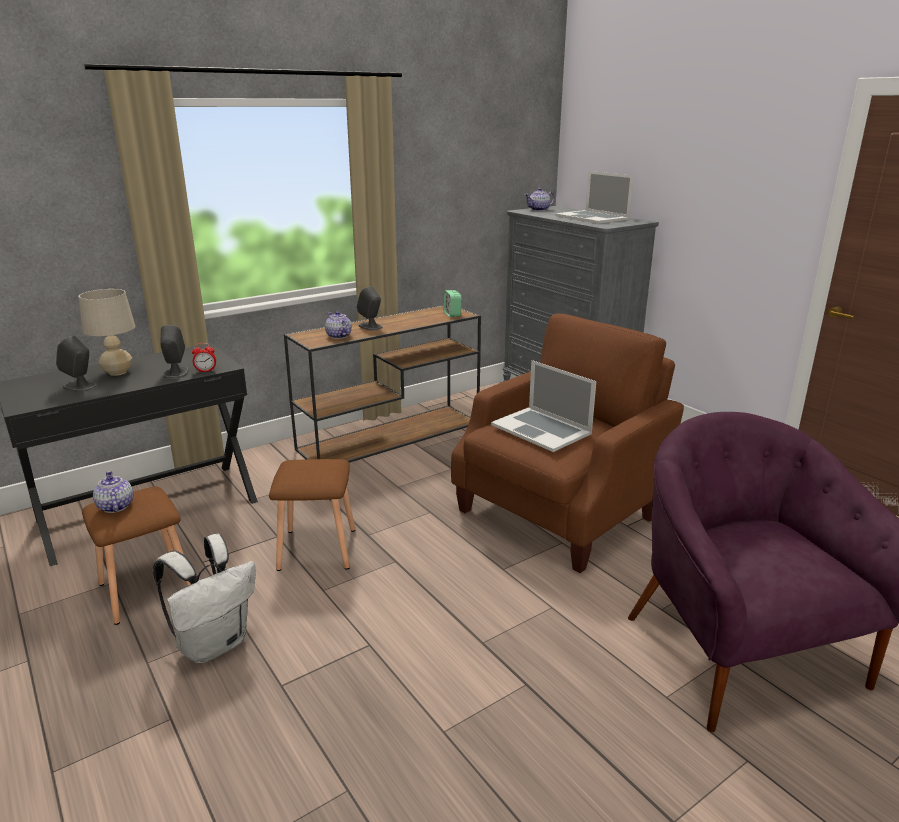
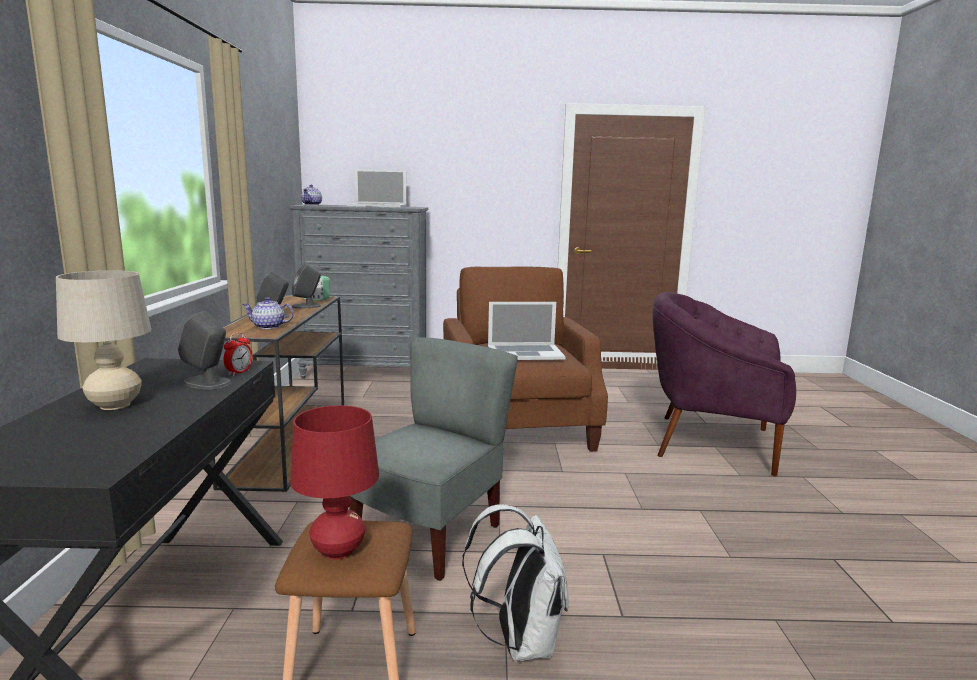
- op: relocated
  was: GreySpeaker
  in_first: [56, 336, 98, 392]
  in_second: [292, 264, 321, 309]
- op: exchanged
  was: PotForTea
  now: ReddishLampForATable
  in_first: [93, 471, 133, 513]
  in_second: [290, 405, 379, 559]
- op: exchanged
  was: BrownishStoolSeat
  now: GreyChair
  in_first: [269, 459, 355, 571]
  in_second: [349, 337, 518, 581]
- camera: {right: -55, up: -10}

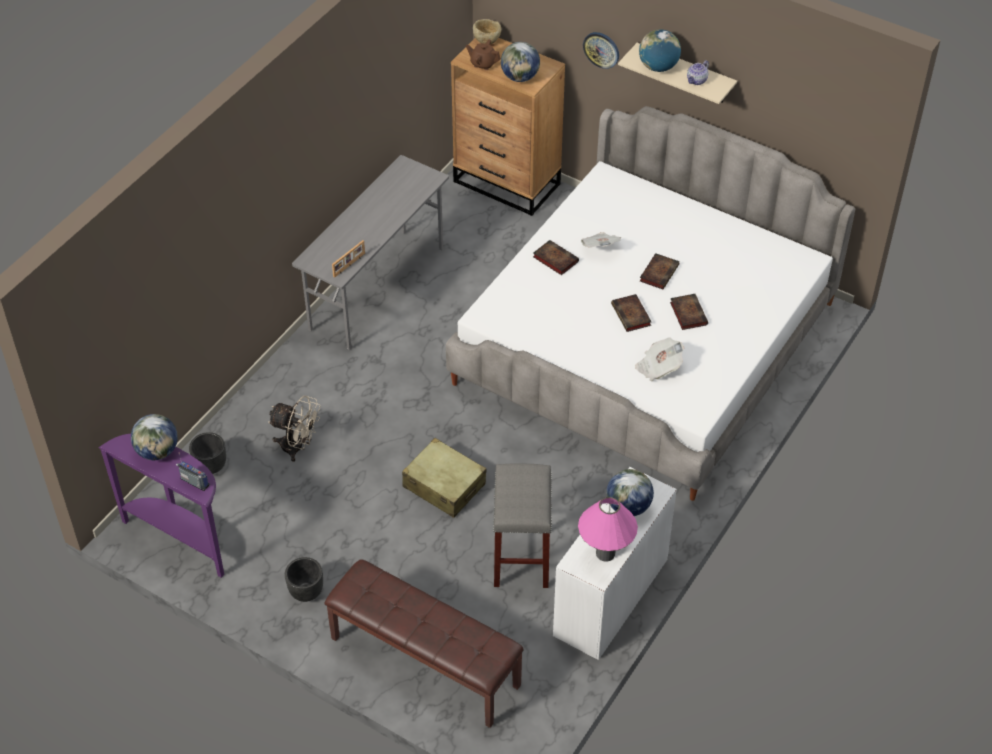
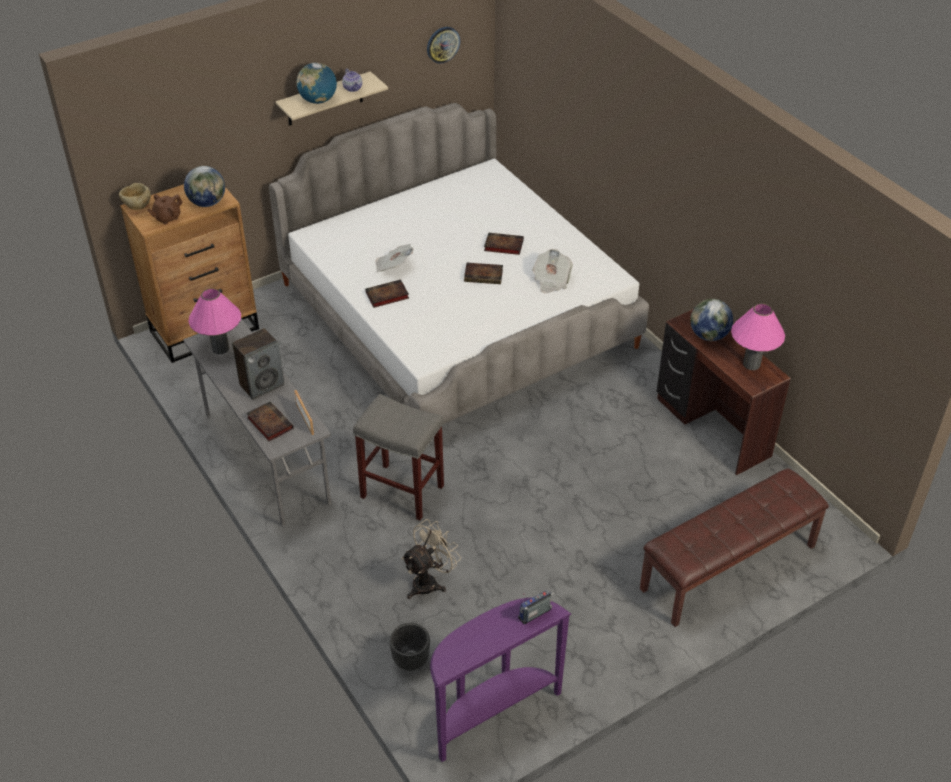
- op: missing
  was: Globe
  in_first: [131, 414, 178, 460]
- op: missing
  was: BlackColouredPlantPot
  in_first: [285, 557, 323, 602]
- op: missing
  was: SandColouredSuitcase
  in_first: [402, 438, 486, 518]
- op: relocated
  was: GreyStoolSeat
  in_first: [493, 463, 551, 588]
  in_second: [353, 394, 444, 520]
- op: colour
  was: WhiteDesk
  now: BrownishDesk
  in_first: [553, 467, 677, 660]
  in_second: [656, 309, 791, 475]
- op: relocated
  was: WallClock
  in_first: [583, 32, 619, 69]
  in_second: [427, 27, 460, 63]
- op: relocated
  was: Volume
  in_first: [640, 253, 679, 289]
  in_second: [246, 402, 294, 441]
- op: appeared
  now: PinkishLampForATable
  in_second: [188, 288, 241, 354]
- op: appeared
  now: Speaker
  in_second: [232, 328, 284, 400]
- camera: {right: -65, up: -5}

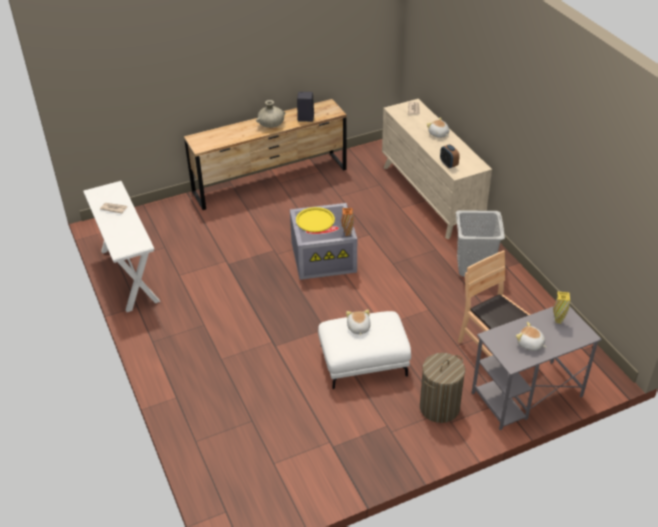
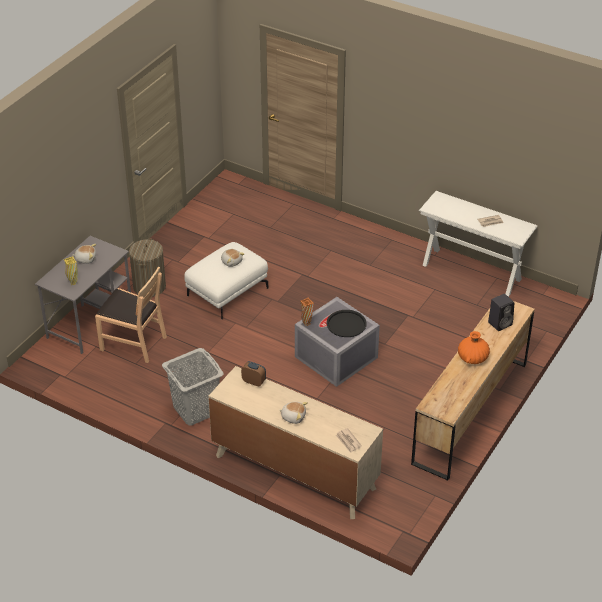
- op: colour
  was: SandColouredVase
  now: OrangeVase
  in_first: [256, 100, 285, 128]
  in_second: [458, 331, 490, 364]
- op: colour
  was: YellowColouredServingTray
  now: BlackColouredServingTray
  in_first: [296, 207, 335, 232]
  in_second: [327, 310, 367, 337]
- op: relocated
  was: BlackColouredSpeaker
  in_first: [297, 92, 314, 122]
  in_second: [488, 294, 514, 331]
- camera: {right: 145, up: 0}

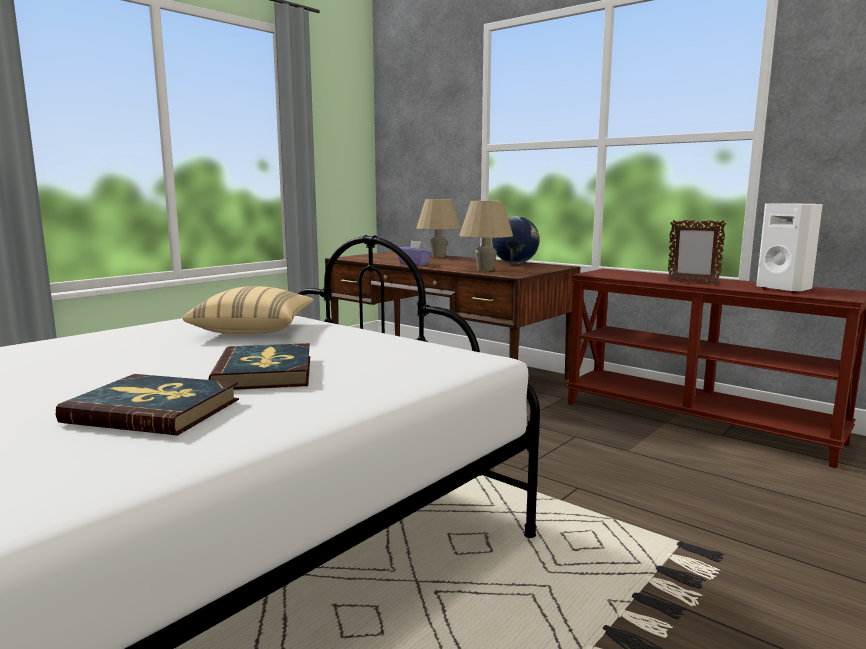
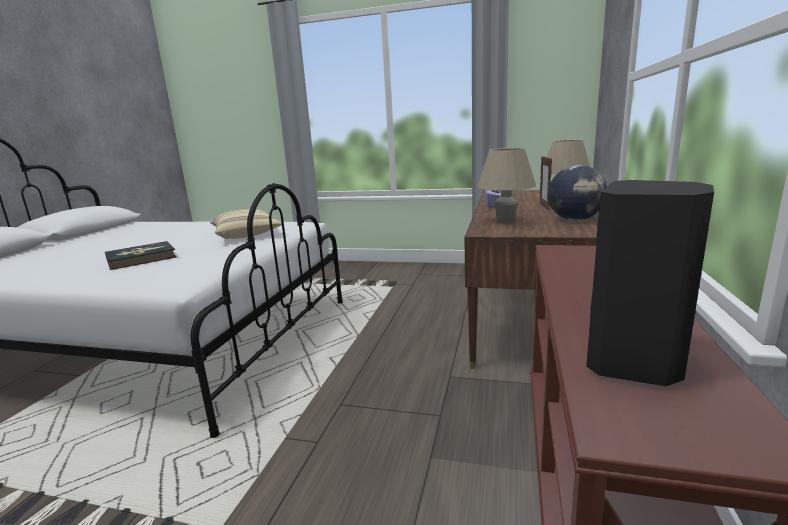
- op: missing
  was: Volume
  in_first: [56, 374, 239, 436]
- op: relocated
  was: PictureFrame
  in_first: [667, 220, 726, 285]
  in_second: [540, 156, 552, 211]
- op: colour
  was: WhiteSpeaker
  now: BlackColouredSpeaker
  in_first: [756, 203, 823, 293]
  in_second: [586, 180, 714, 386]
- camera: {right: 65, up: 5}

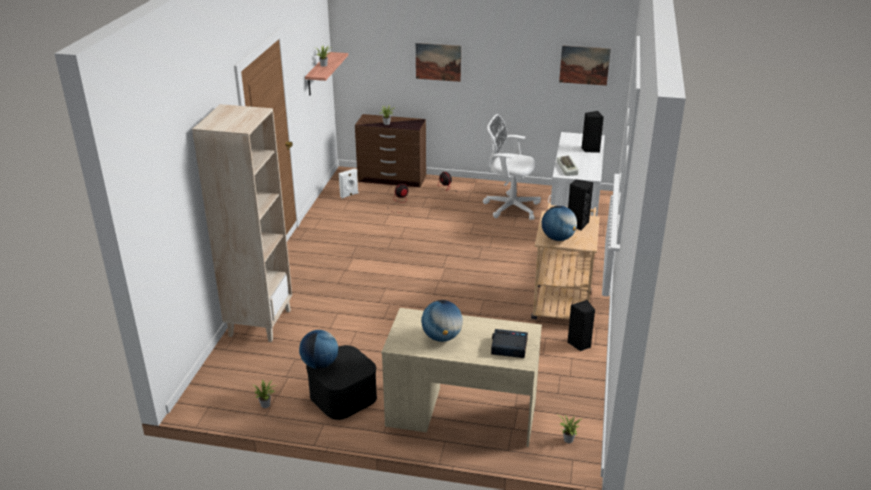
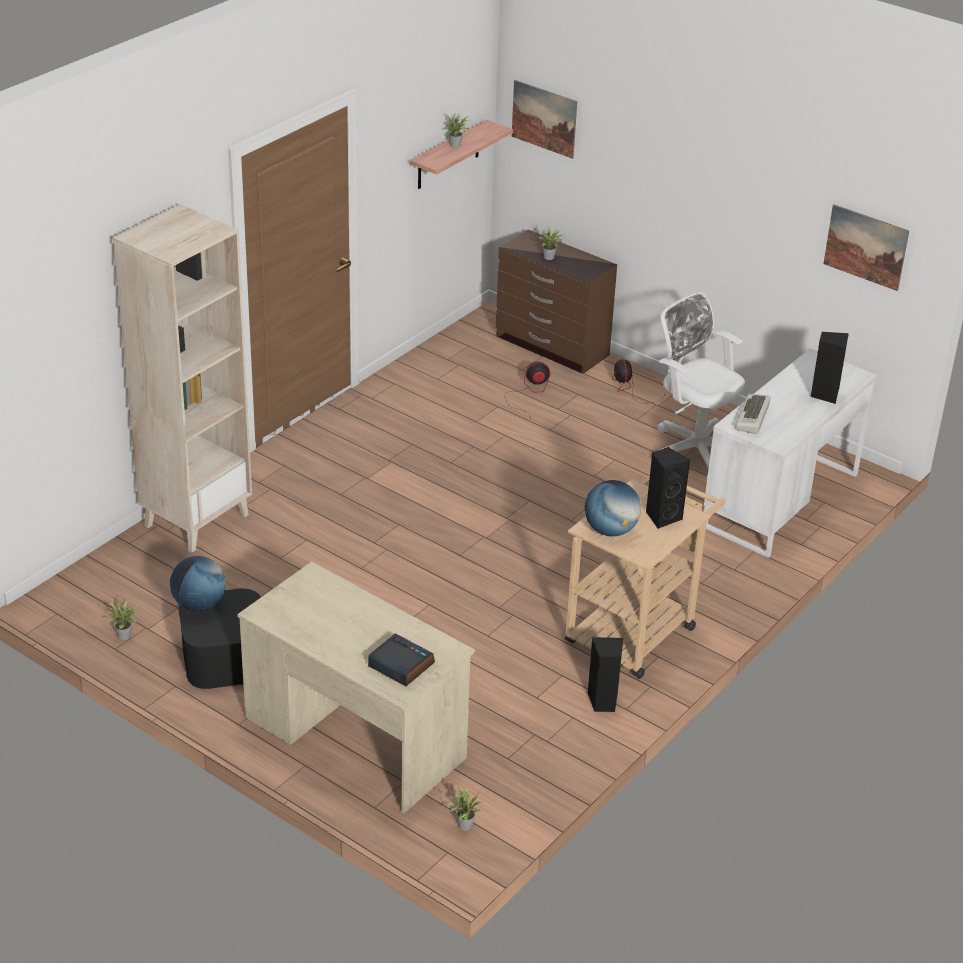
- op: missing
  was: WhiteSpeaker
  in_first: [339, 168, 358, 199]
- op: relocated
  was: WallArt
  in_first: [416, 43, 461, 82]
  in_second: [512, 80, 577, 159]
- op: missing
  was: Globe
  in_first: [421, 300, 463, 342]
- camera: {right: 25, up: 5}

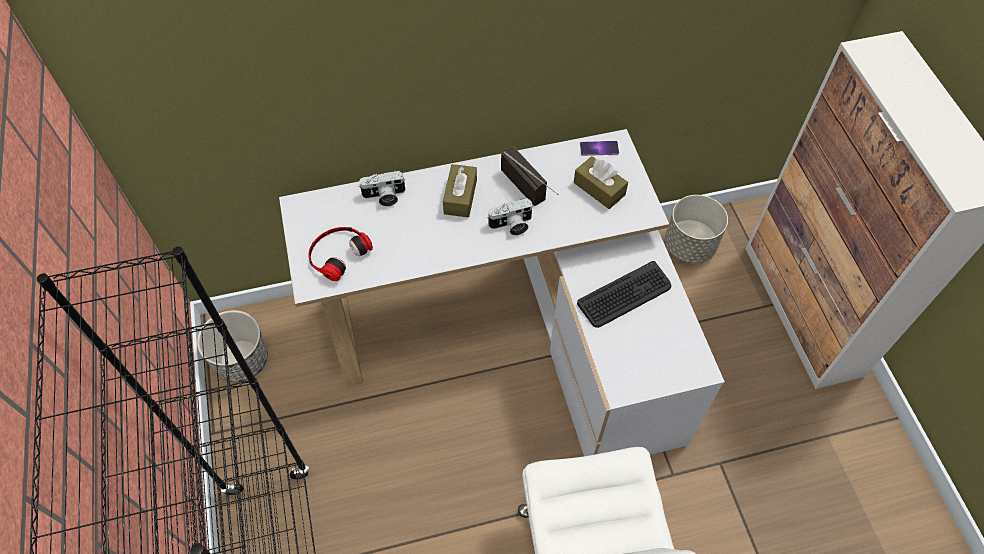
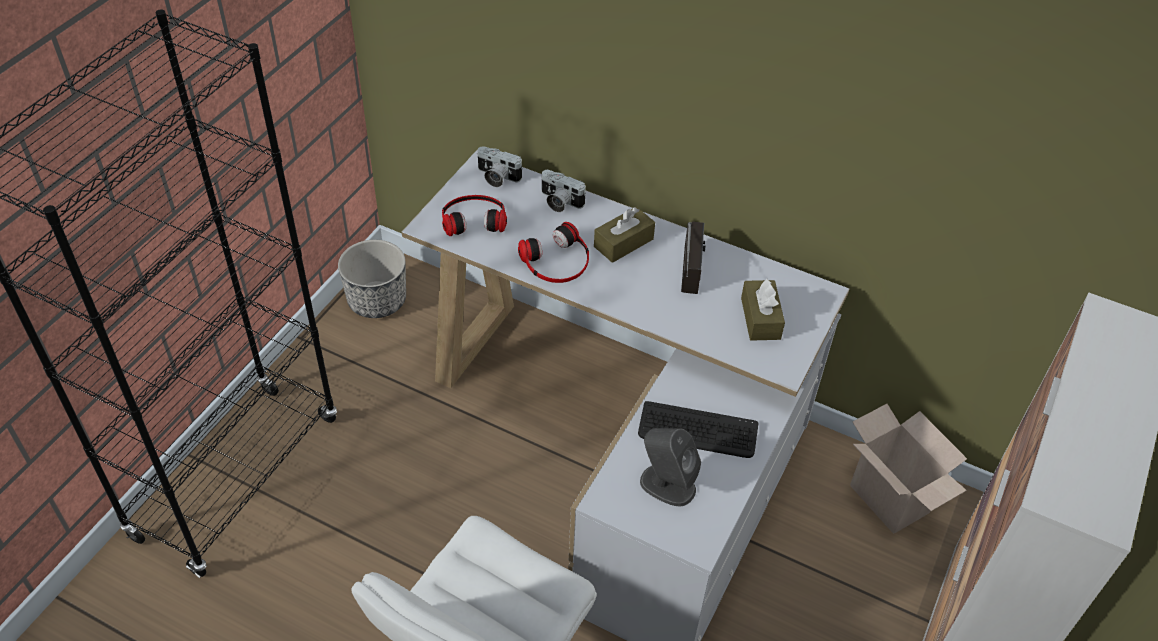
- op: relocated
  was: PhotoCamera
  in_first: [487, 198, 532, 235]
  in_second: [477, 146, 523, 187]
- op: missing
  was: Handset
  in_first: [580, 141, 619, 156]
- op: exchanged
  was: GreyPlantPot
  now: PackingBox
  in_first: [665, 195, 728, 263]
  in_second: [850, 404, 967, 534]
- op: appeared
  now: Headphones
  in_second: [518, 222, 589, 283]
- op: appeared
  now: GreySpeaker
  in_second: [640, 428, 701, 506]
- camera: {right: 40, up: -10}

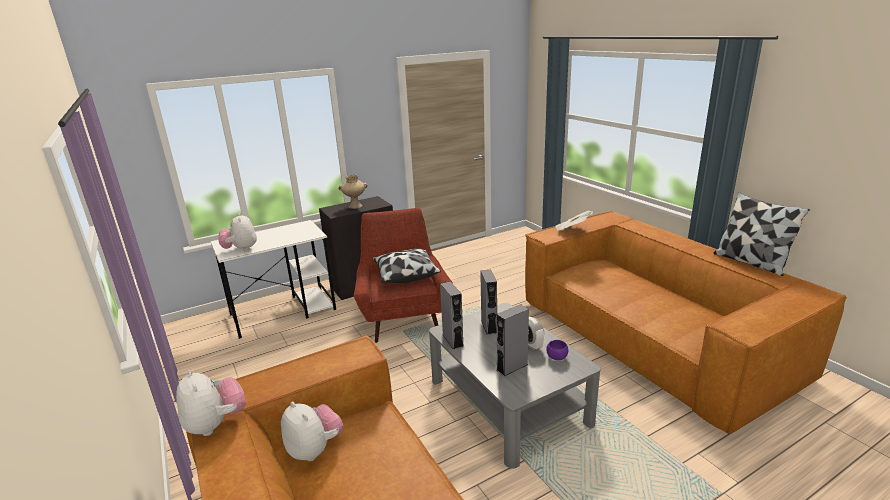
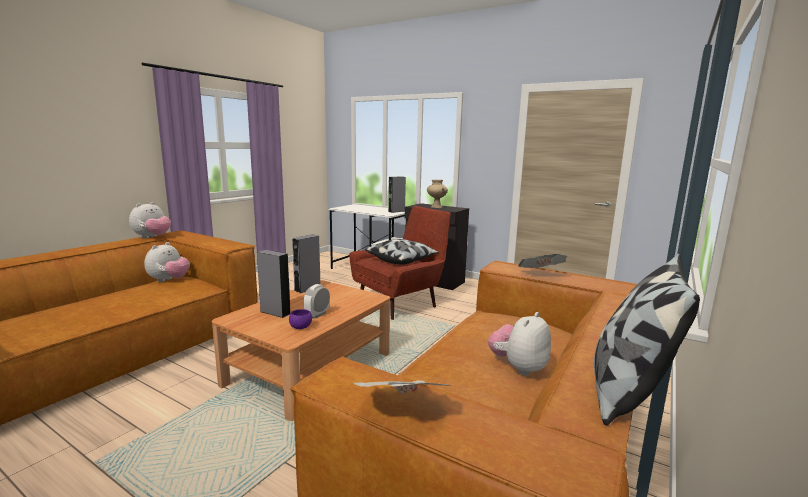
- op: relocated
  was: PlushToy
  in_first: [218, 213, 257, 251]
  in_second: [488, 312, 551, 376]
- op: colour
  was: GreyLowTable
  now: BrownishLowTable
  in_first: [429, 303, 601, 469]
  in_second: [212, 280, 390, 421]
- op: relocated
  was: GreySpeaker
  in_first: [480, 269, 497, 335]
  in_second: [388, 176, 406, 213]
- op: appeared
  now: DailyPaper
  in_second: [353, 380, 451, 394]
- camera: {right: 60, up: -10}

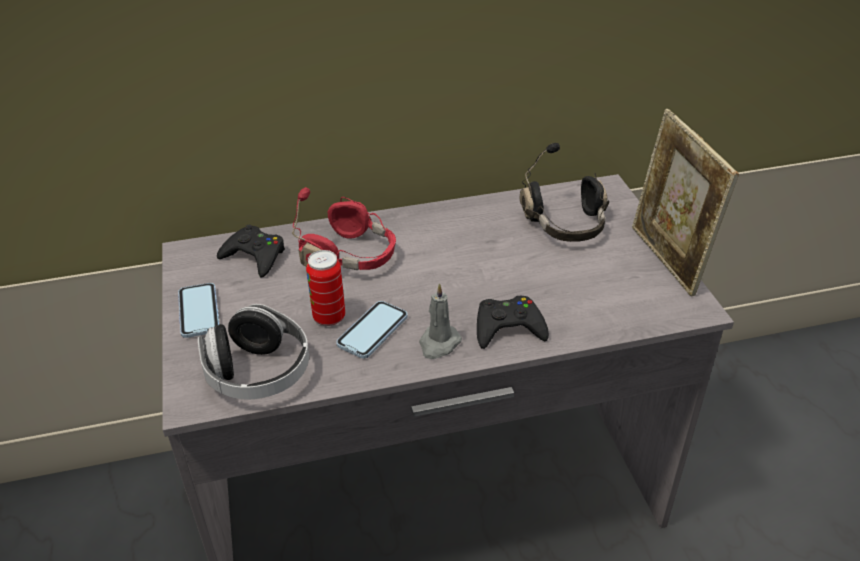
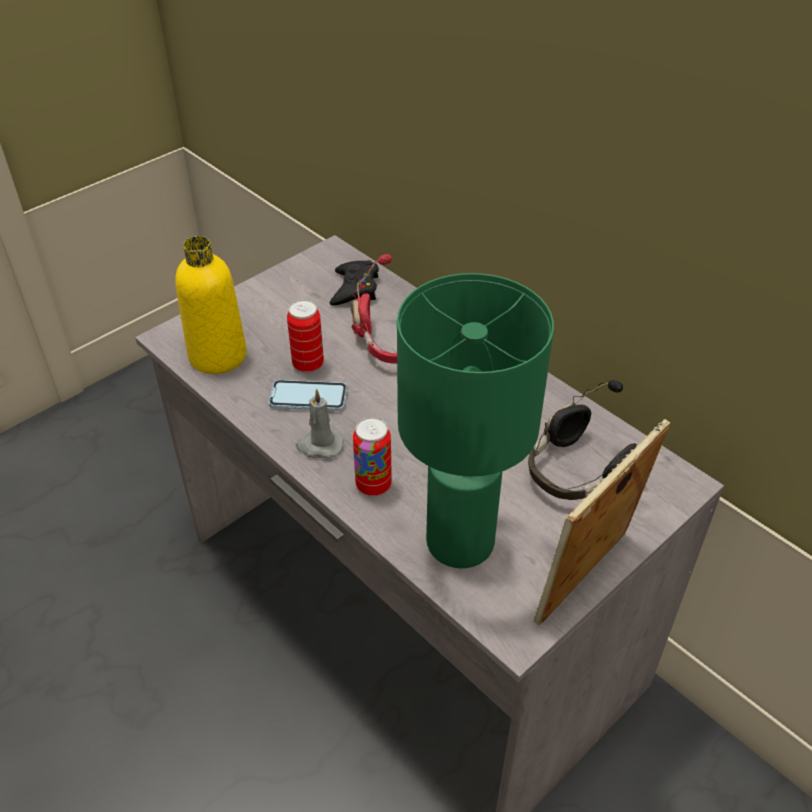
- op: missing
  was: Handset
  in_first: [178, 283, 219, 338]
- op: exchanged
  was: Headphones
  now: YellowColouredBottle
  in_first: [198, 304, 309, 399]
  in_second: [175, 236, 247, 374]
- op: exchanged
  was: BlackColouredGamepad
  now: Can
  in_first: [477, 296, 549, 349]
  in_second: [353, 417, 392, 496]
- op: appeared
  now: GreenColouredLampForATable
  in_second: [397, 273, 554, 568]
- camera: {right: 60, up: 5}

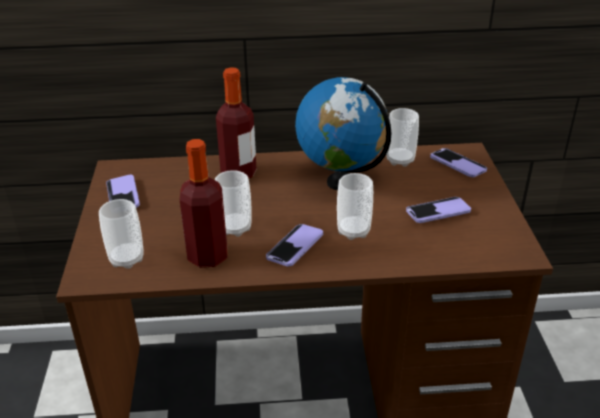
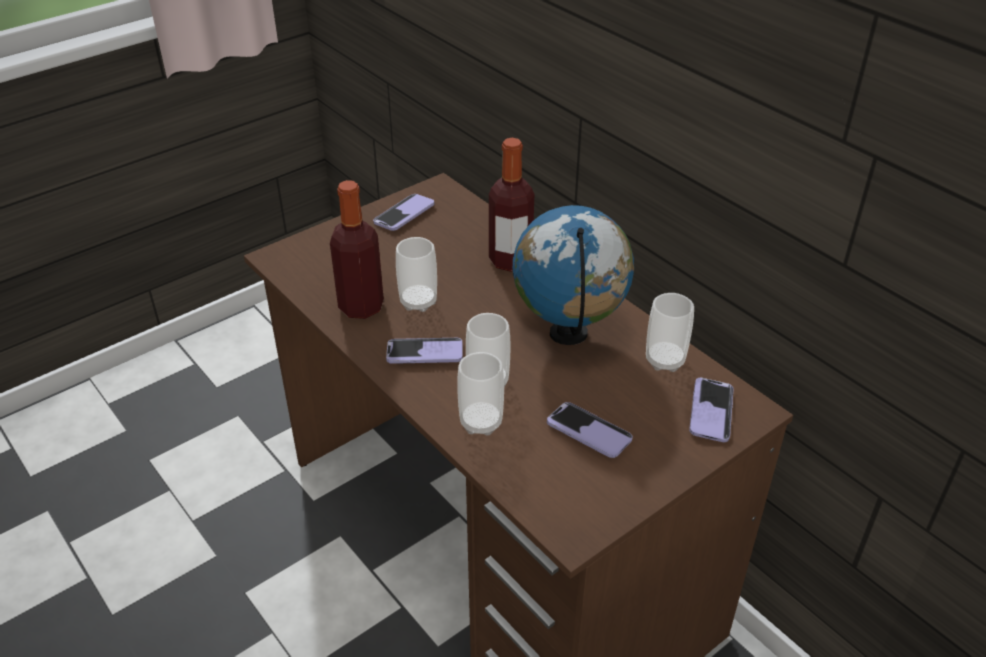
- op: relocated
  was: SmallCup
  in_first: [99, 199, 144, 269]
  in_second: [457, 352, 504, 436]
- camera: {right: 55, up: 5}

